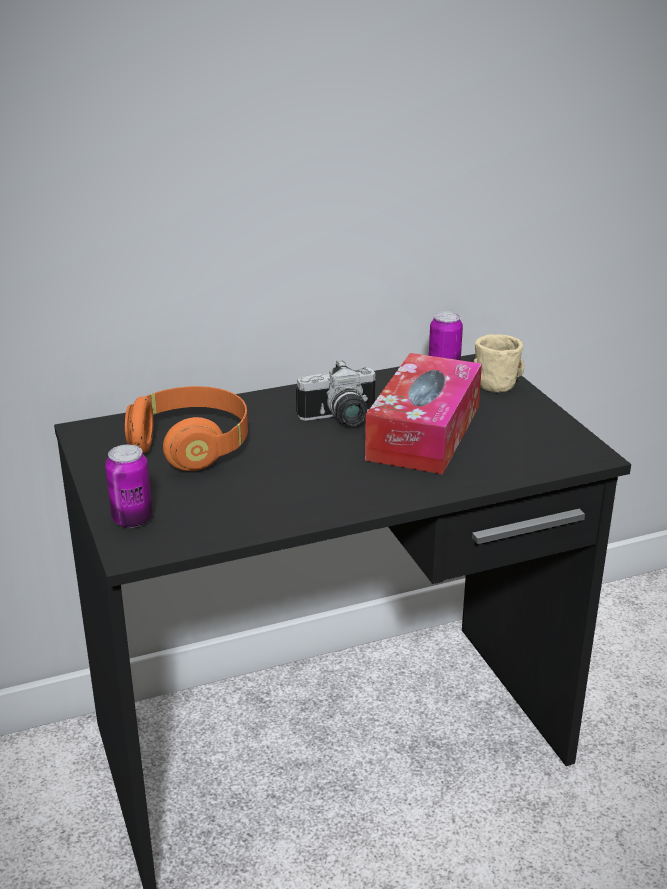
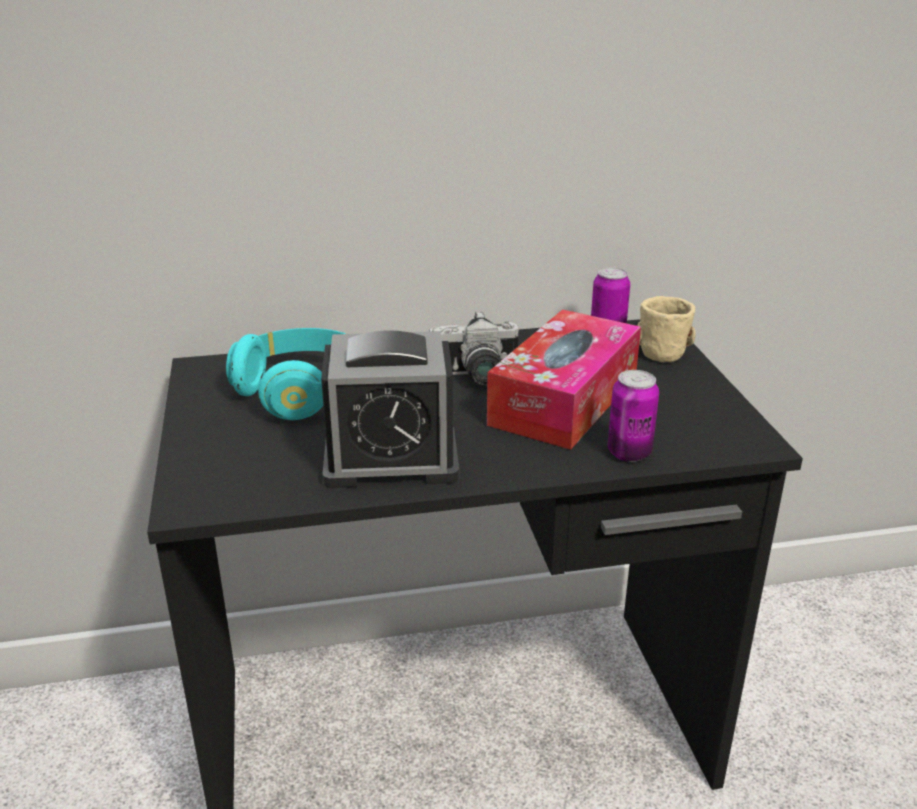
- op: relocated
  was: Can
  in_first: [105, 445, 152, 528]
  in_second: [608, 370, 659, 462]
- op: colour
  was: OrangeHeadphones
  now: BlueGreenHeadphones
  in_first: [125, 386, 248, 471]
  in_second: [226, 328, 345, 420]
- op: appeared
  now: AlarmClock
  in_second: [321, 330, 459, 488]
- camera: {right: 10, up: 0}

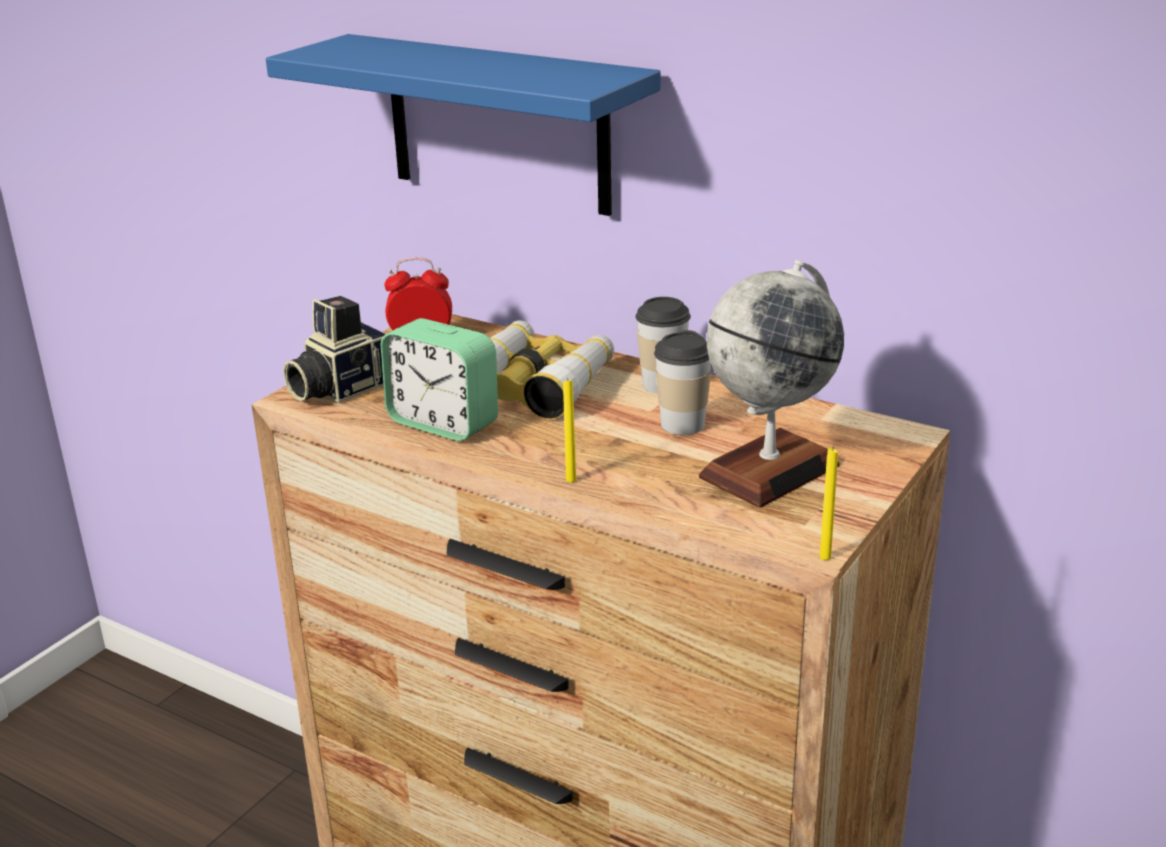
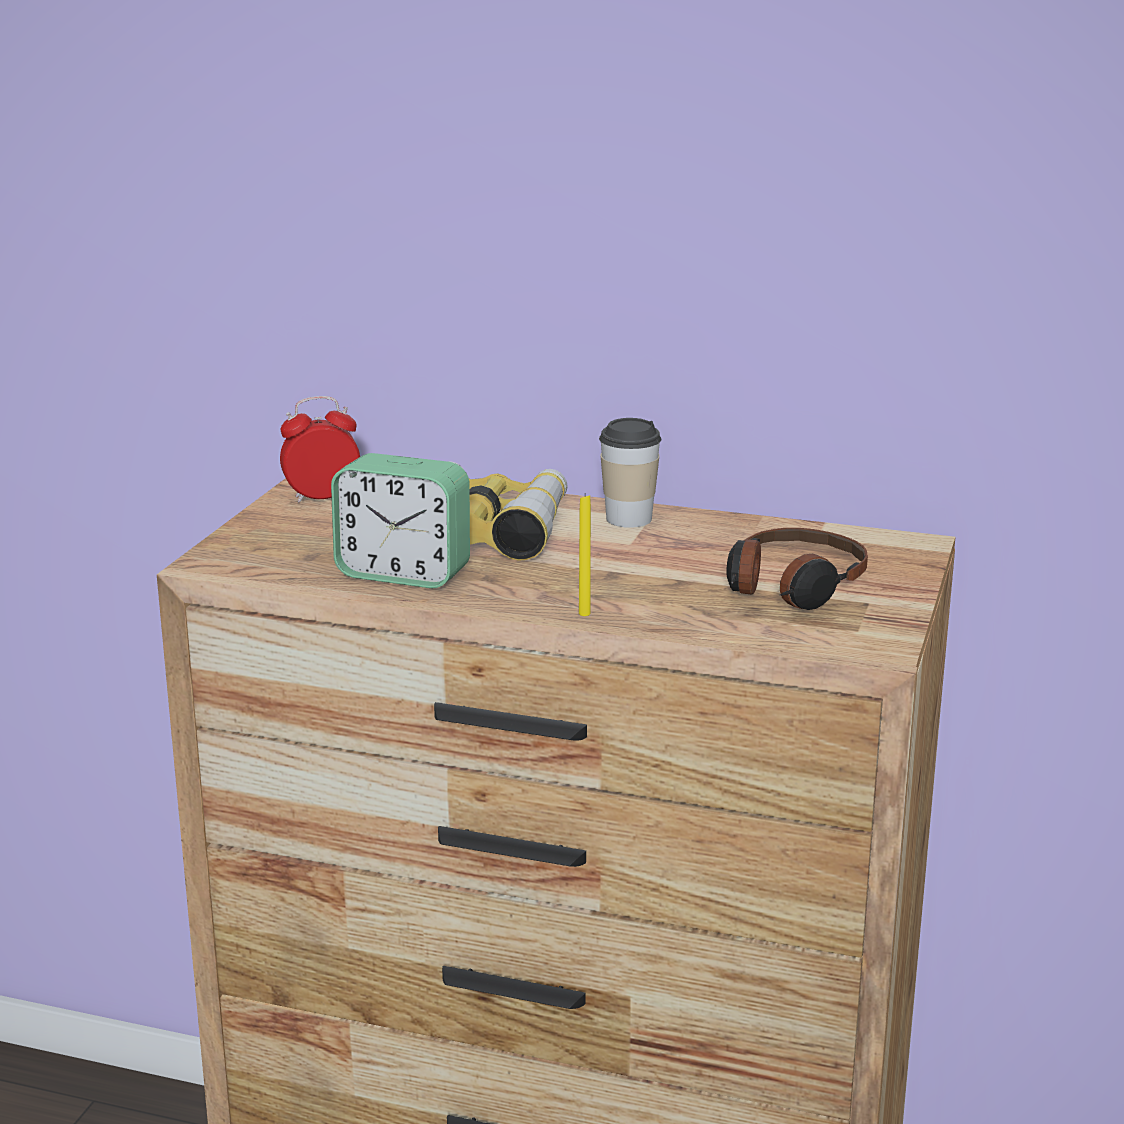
- op: missing
  was: BluishShelf
  in_first: [266, 34, 661, 216]
- op: missing
  was: PhotoCamera
  in_first: [283, 296, 385, 403]
- op: missing
  was: SmallCup
  in_first: [654, 330, 711, 435]
- op: exchanged
  was: Globe
  now: Headphones
  in_first: [699, 260, 844, 508]
  in_second: [726, 528, 868, 610]
- op: missing
  was: YellowColouredWaxCandle
  in_first: [820, 447, 838, 560]
- camera: {right: -15, up: -5}

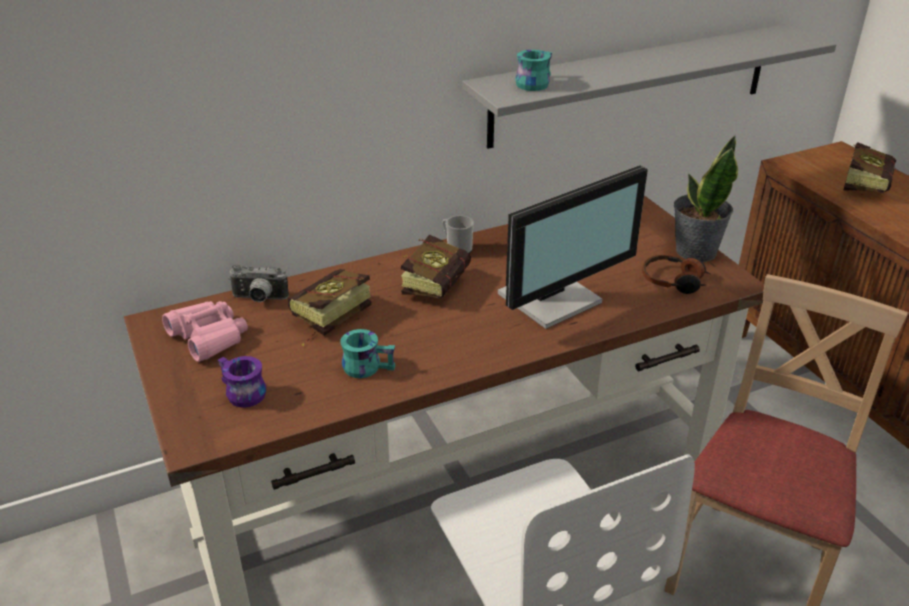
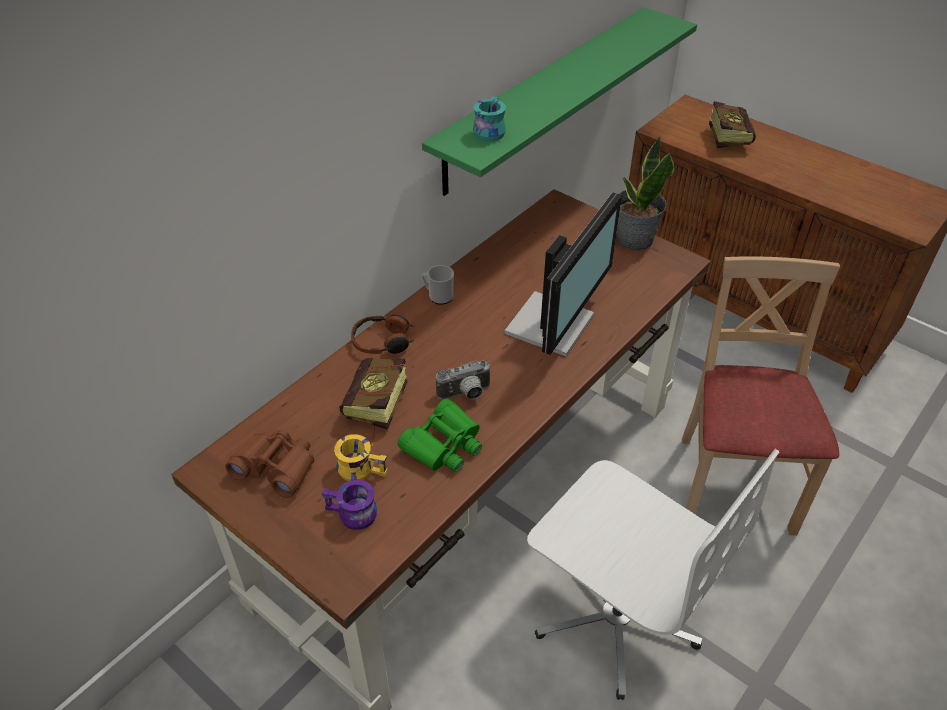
- op: colour
  was: PinkishPairOfBinoculars
  now: BrownishPairOfBinoculars
  in_first: [162, 301, 248, 362]
  in_second: [225, 430, 314, 498]
- op: relocated
  was: PhotoCamera
  in_first: [229, 264, 289, 302]
  in_second: [436, 360, 492, 400]
- op: exchanged
  was: BlueGreenTeaMug
  now: GreenColouredPairOfBinoculars
  in_first: [340, 329, 395, 378]
  in_second: [397, 398, 482, 472]
- op: missing
  was: Volume
  in_first: [401, 235, 471, 299]
- op: colour
  was: GreyShelf
  now: GreenColouredShelf
  in_first: [462, 24, 836, 149]
  in_second: [422, 7, 697, 196]
- op: relocated
  was: Headphones
  in_first: [642, 255, 710, 294]
  in_second: [351, 314, 414, 354]
- op: appeared
  now: YellowColouredTeaMug
  in_second: [334, 434, 388, 481]
- camera: {right: -25, up: 10}

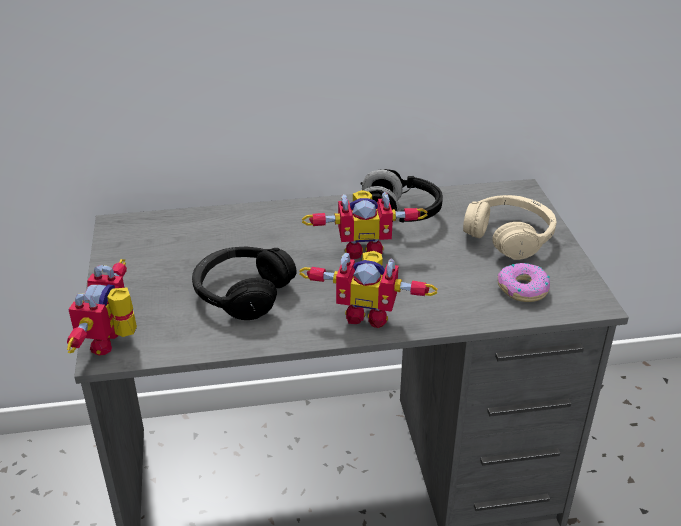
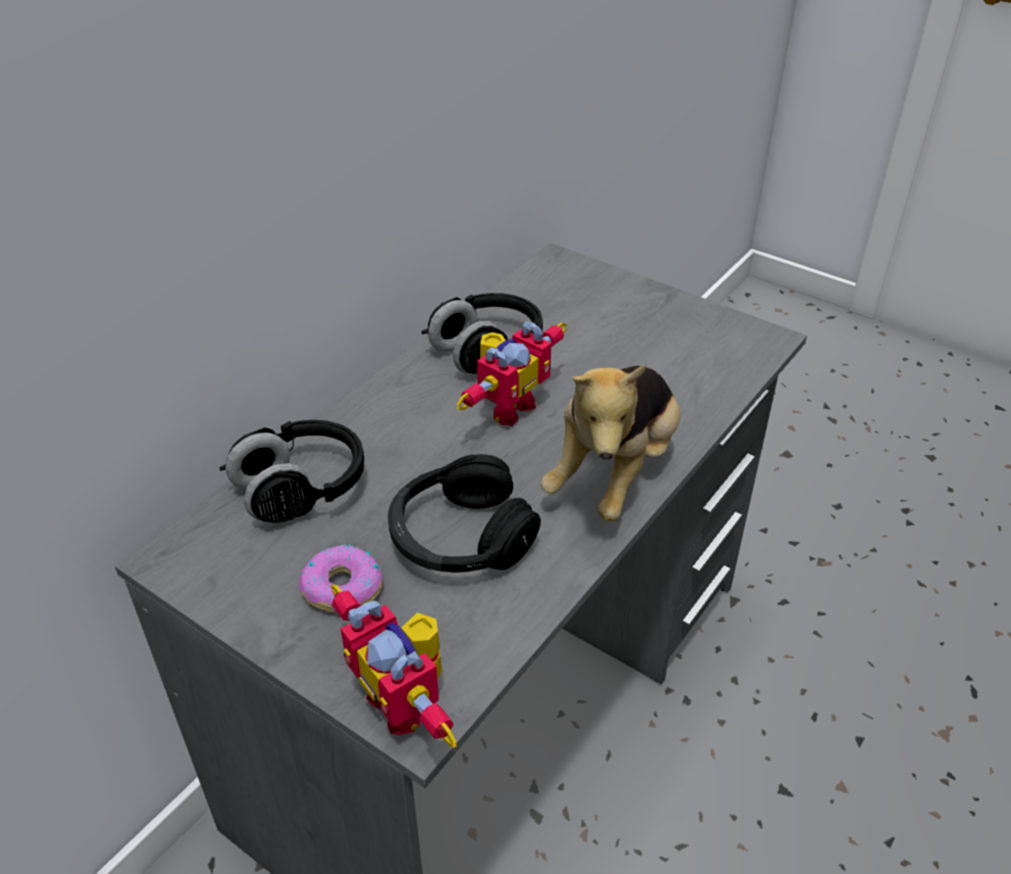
- op: exchanged
  was: ToyRobot
  now: PlushToy
  in_first: [299, 251, 438, 328]
  in_second: [540, 364, 681, 521]
- op: missing
  was: SandColouredHeadphones
  in_first: [463, 195, 557, 260]
- op: relocated
  was: Doughnut
  in_first: [497, 263, 550, 302]
  in_second: [299, 545, 382, 613]
- op: appeared
  now: BlackColouredHeadphones
  in_second: [219, 420, 364, 523]
- camera: {right: -45, up: 5}

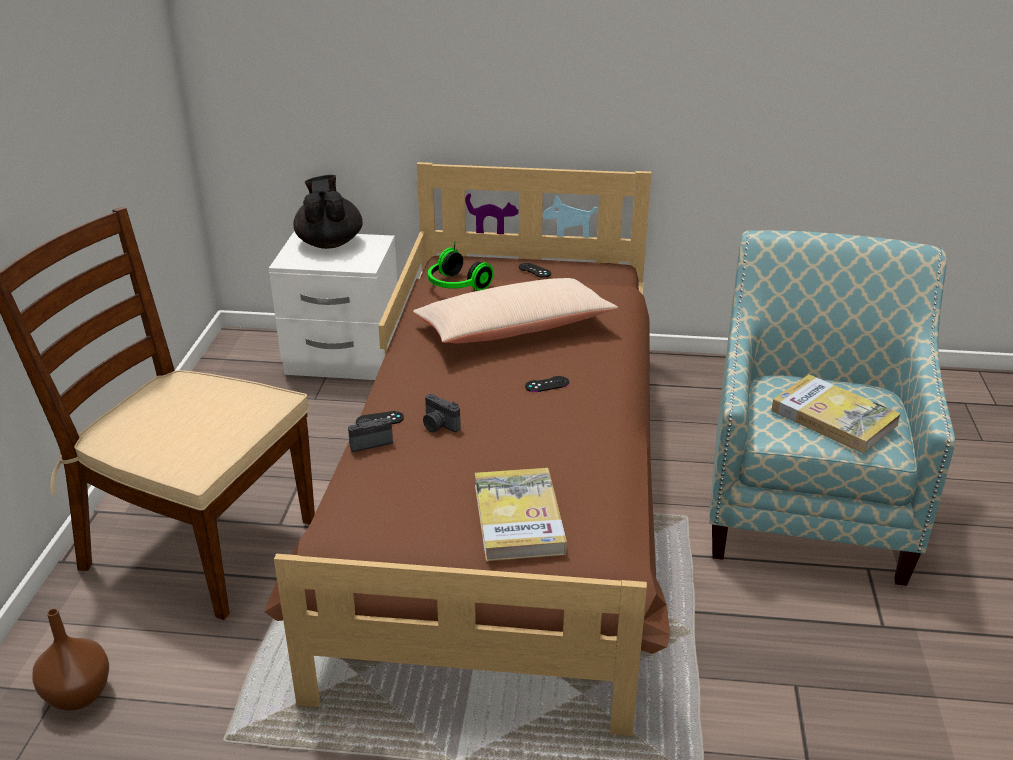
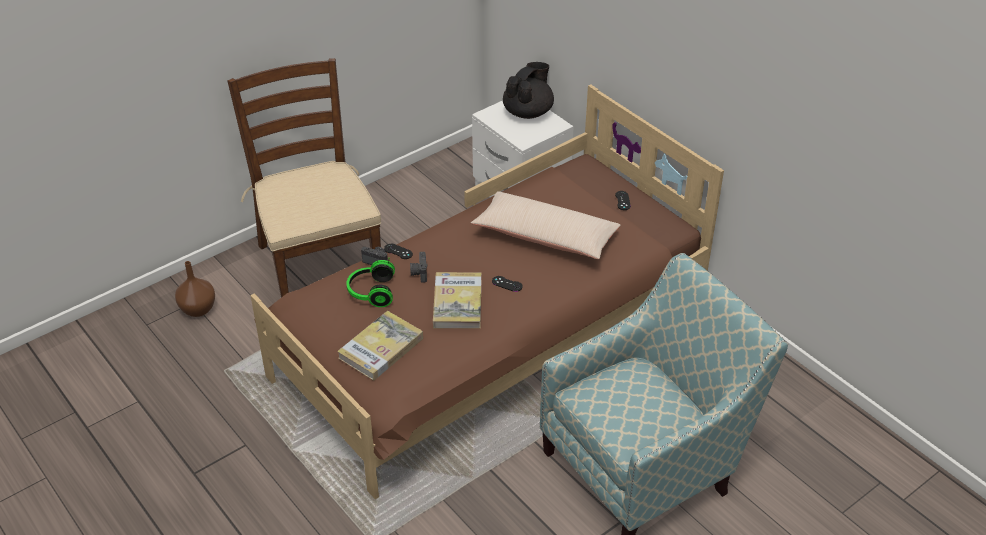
- op: relocated
  was: Headphones
  in_first: [428, 242, 494, 291]
  in_second: [346, 259, 395, 307]
- op: relocated
  was: Volume
  in_first: [771, 374, 901, 453]
  in_second: [433, 272, 481, 329]
- camera: {right: 45, up: 10}

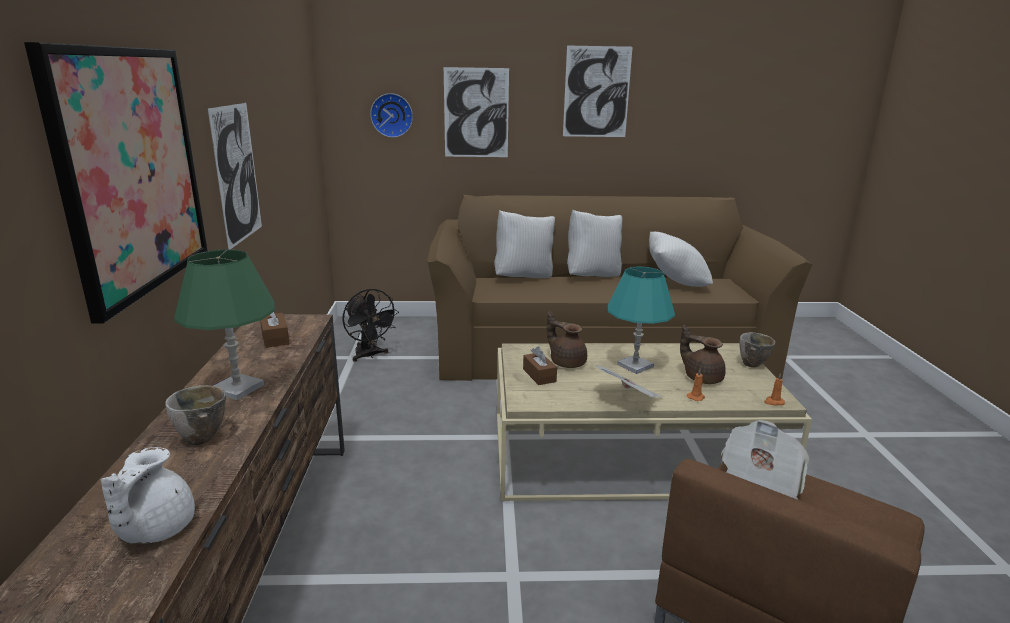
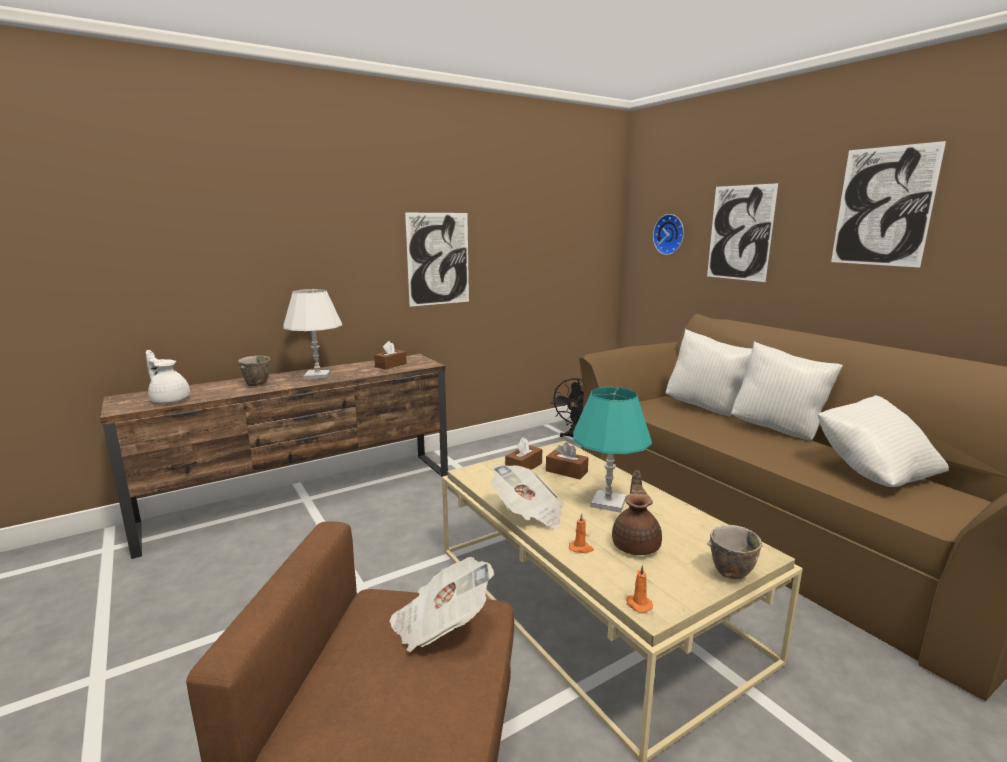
- op: missing
  was: WallArt
  in_first: [24, 42, 208, 324]
- op: spun
  was: WhitePotForTea
  in_first: [101, 447, 195, 544]
  in_second: [146, 350, 190, 403]
  clockwise: 60
- op: colour
  was: GreenColouredLampForATable
  now: WhiteLampForATable
  in_first: [174, 249, 275, 400]
  in_second: [283, 289, 342, 379]
- op: exchanged
  was: BrownishPotForTea
  now: BrownishTissueHolder
  in_first: [547, 311, 587, 368]
  in_second: [546, 442, 589, 479]
- camera: {right: 60, up: -5}

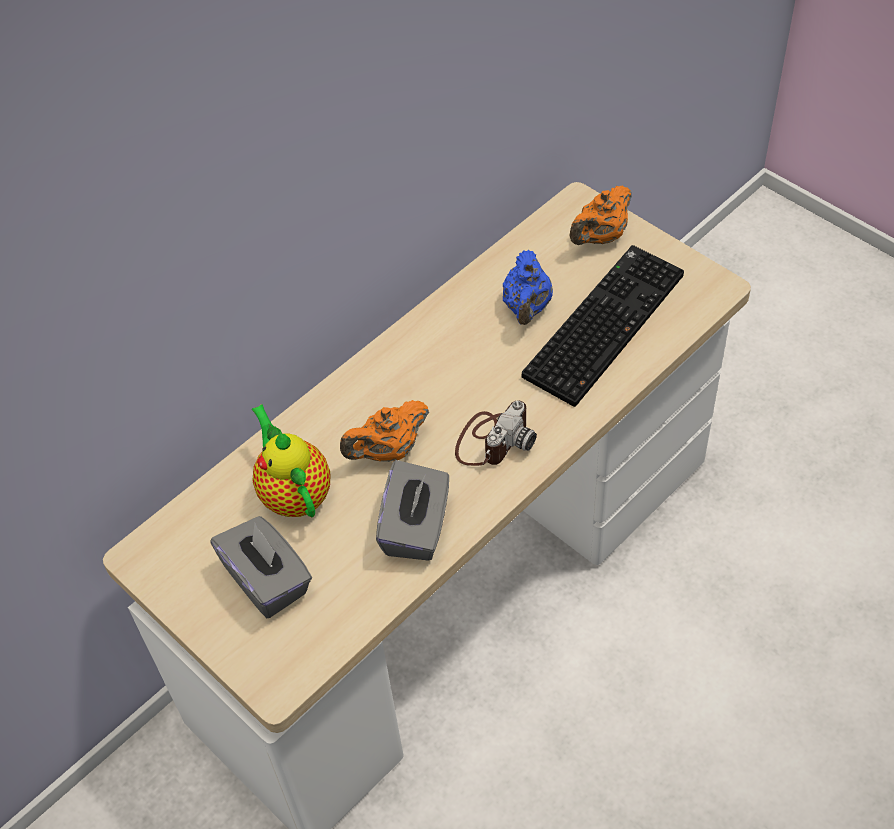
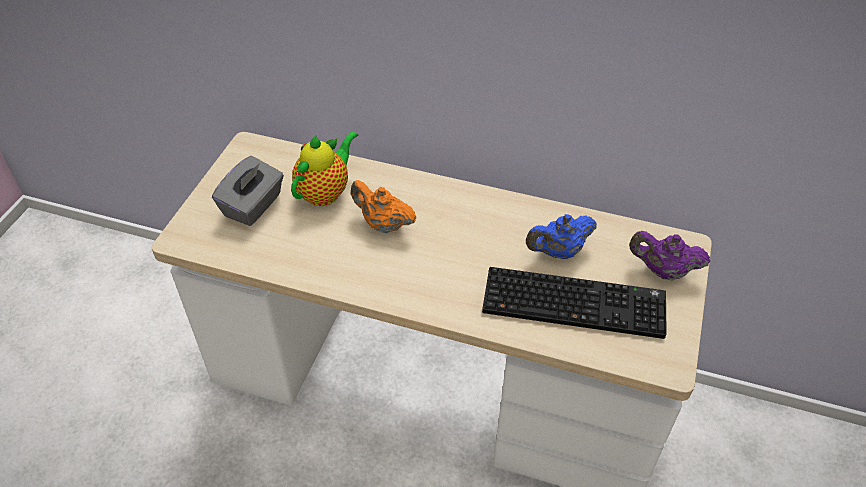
- op: missing
  was: GreyTissueHolder
  in_first: [376, 460, 449, 561]
- op: missing
  was: PhotoCamera
  in_first: [455, 401, 537, 466]
- op: colour
  was: OrangePotForTea
  now: PurplishPotForTea
  in_first: [569, 185, 632, 245]
  in_second: [629, 231, 710, 280]
- camera: {right: 60, up: -5}

